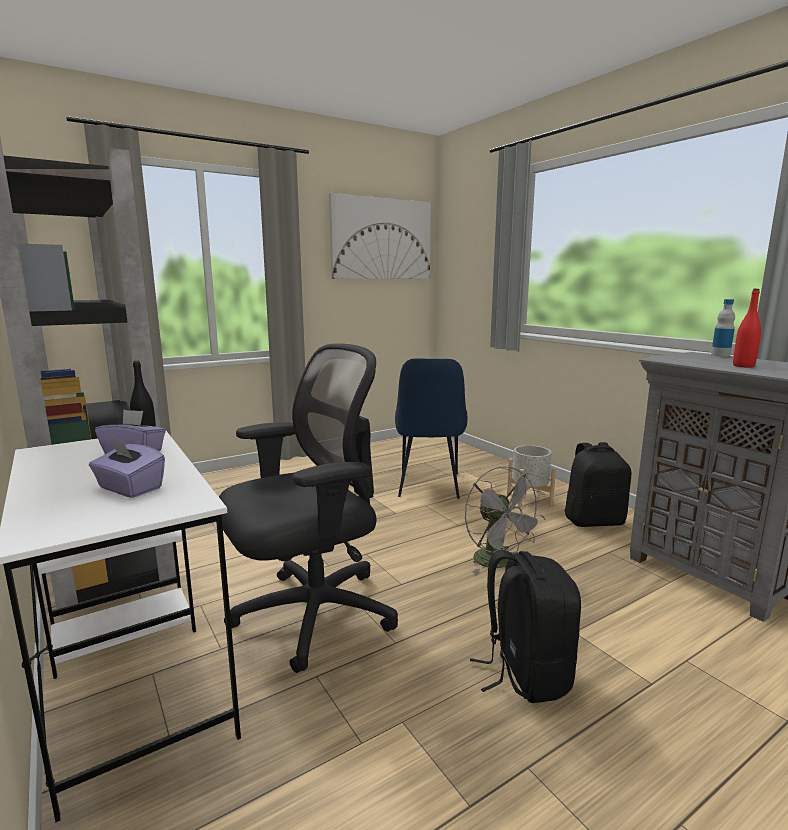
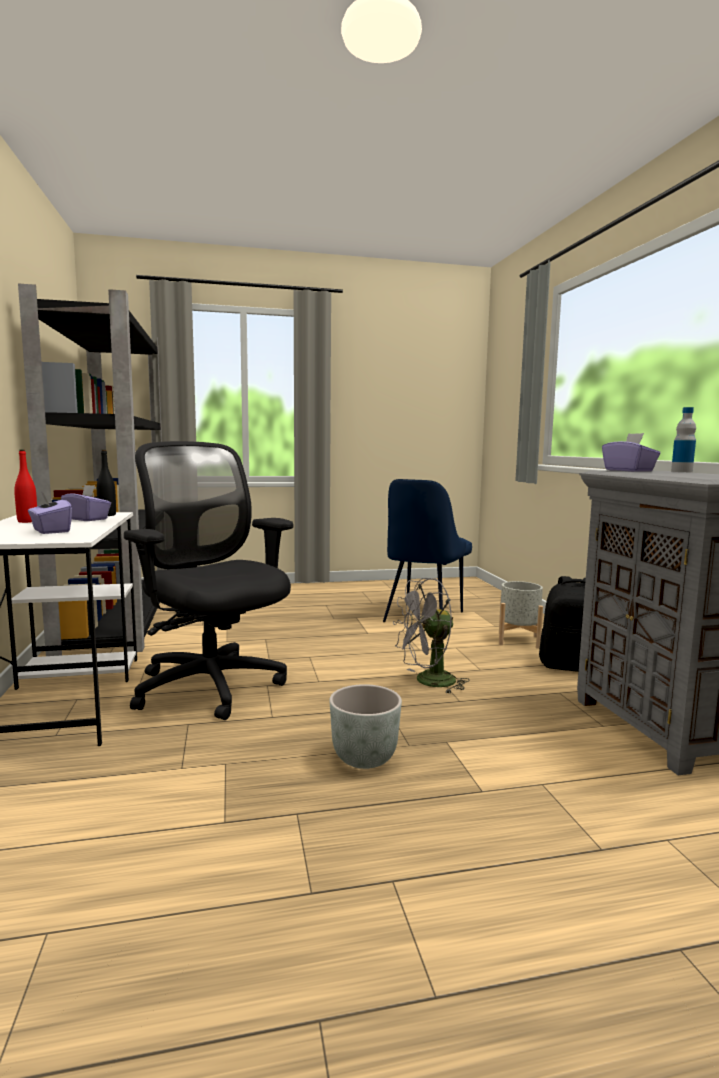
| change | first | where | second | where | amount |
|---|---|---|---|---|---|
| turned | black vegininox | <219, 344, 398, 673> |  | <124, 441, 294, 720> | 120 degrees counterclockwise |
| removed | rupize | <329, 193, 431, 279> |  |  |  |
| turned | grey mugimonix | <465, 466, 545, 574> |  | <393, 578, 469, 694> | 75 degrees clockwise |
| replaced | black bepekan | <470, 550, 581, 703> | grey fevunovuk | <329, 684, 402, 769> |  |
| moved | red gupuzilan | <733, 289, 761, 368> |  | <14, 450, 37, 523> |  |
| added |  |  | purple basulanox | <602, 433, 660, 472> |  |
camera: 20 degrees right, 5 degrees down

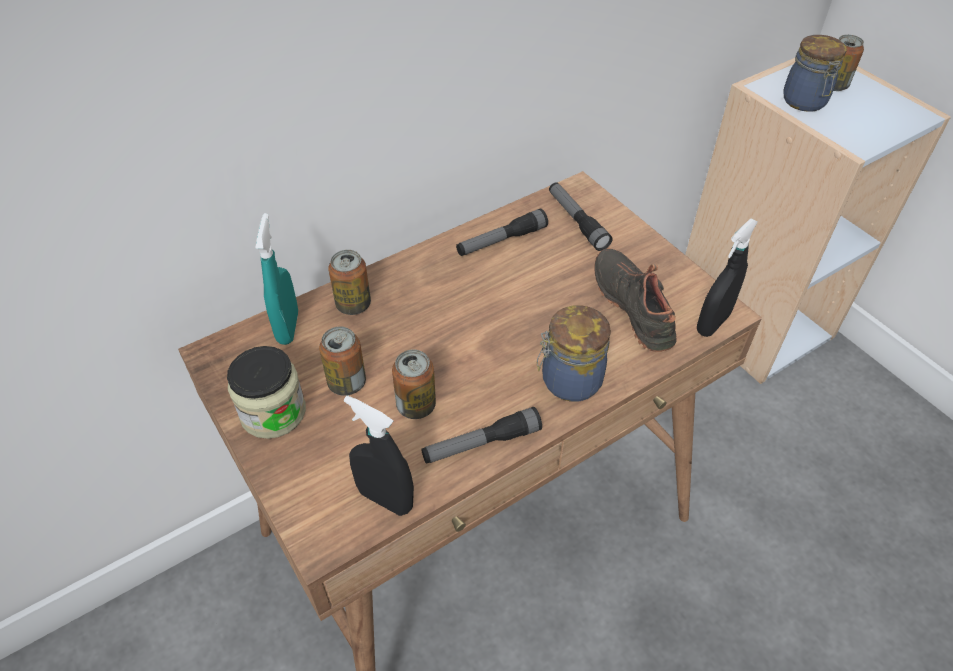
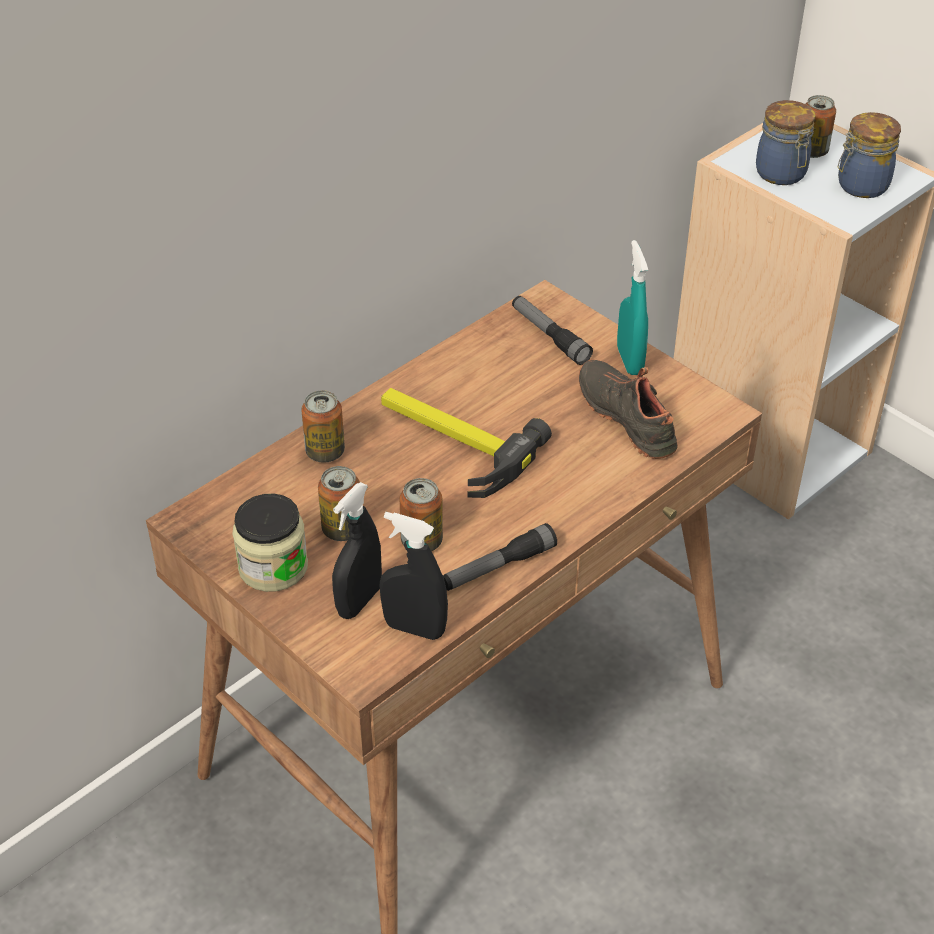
| change | first | where | second | where | amount |
|---|---|---|---|---|---|
| moved | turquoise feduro | <255, 213, 298, 345> |  | <617, 240, 648, 375> |  |
| removed | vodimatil | <456, 208, 548, 256> |  |  |  |
| moved | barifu | <537, 305, 611, 402> |  | <838, 112, 901, 198> |  |
| moved | black feduro | <697, 219, 758, 337> |  | <332, 482, 382, 619> |  |
| added |  |  | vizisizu | <381, 388, 552, 498> |  |
camera: 10 degrees left, 5 degrees down

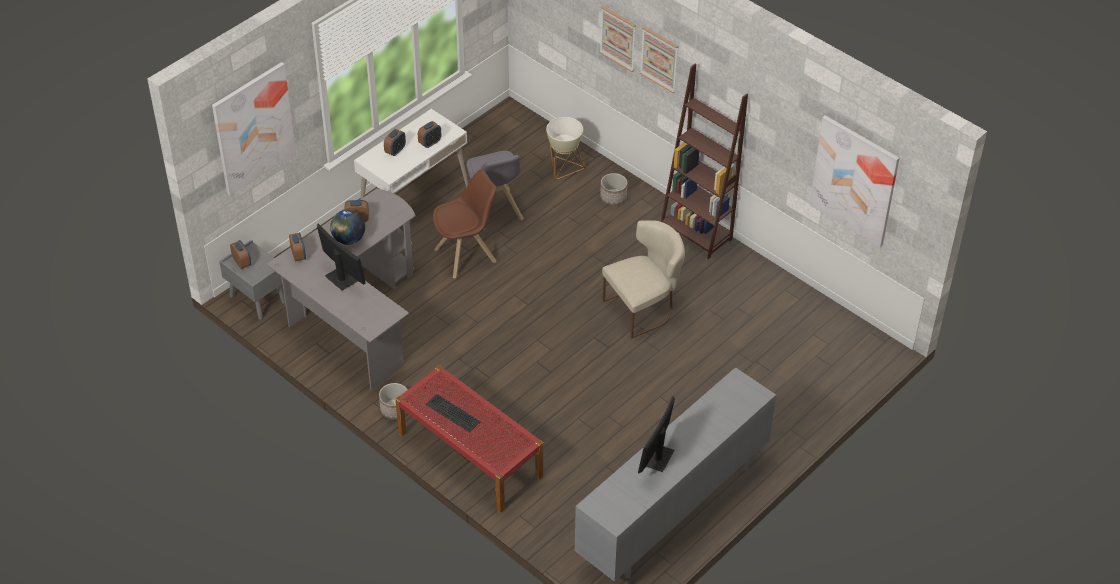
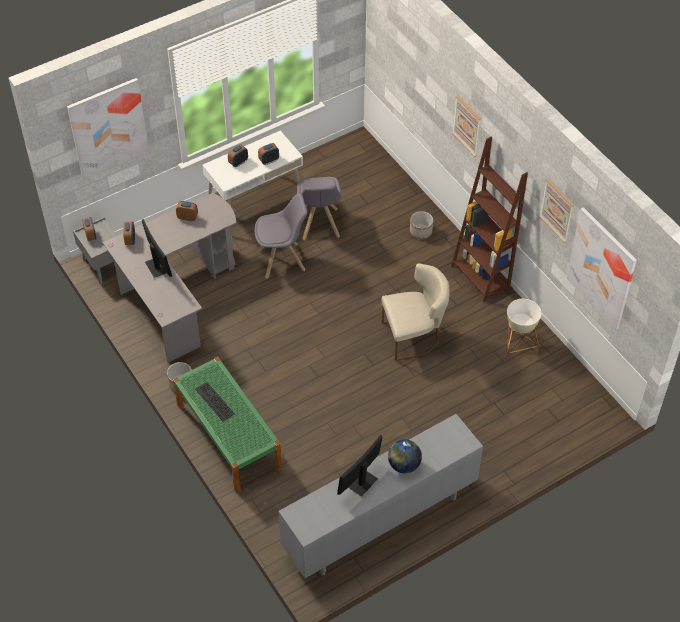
| change | first | where | second | where | amount |
|---|---|---|---|---|---|
| moved | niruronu | <330, 210, 365, 245> |  | <388, 439, 422, 473> |  |
| recoloured | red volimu | <396, 365, 544, 513> | green volimu | <173, 357, 282, 493> |  |
| recoloured | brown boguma | <433, 170, 497, 279> | grey boguma | <255, 193, 307, 279> |  |
| moved | fevunovuk | <546, 117, 585, 180> |  | <507, 299, 542, 353> |  |
| moved | rupize | <599, 6, 636, 72> |  | <539, 179, 574, 243> |  |
camera: 15 degrees right, 5 degrees up

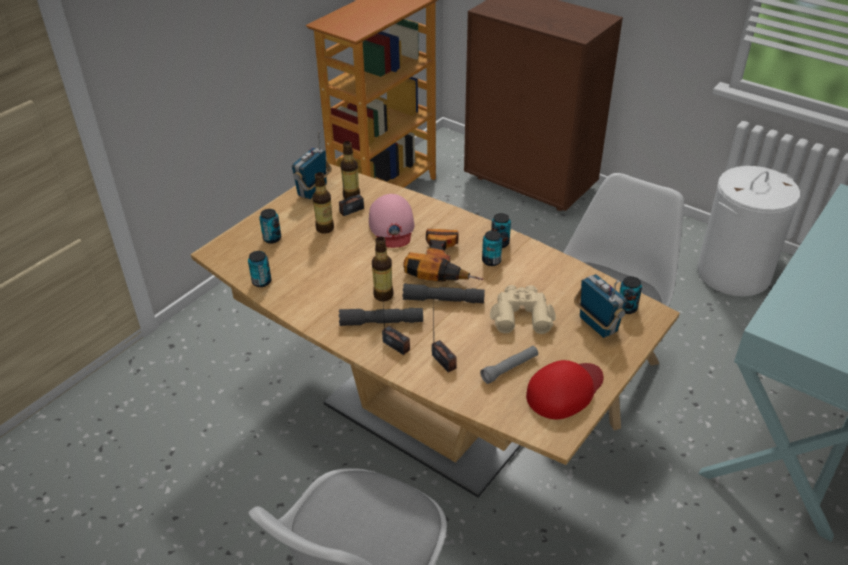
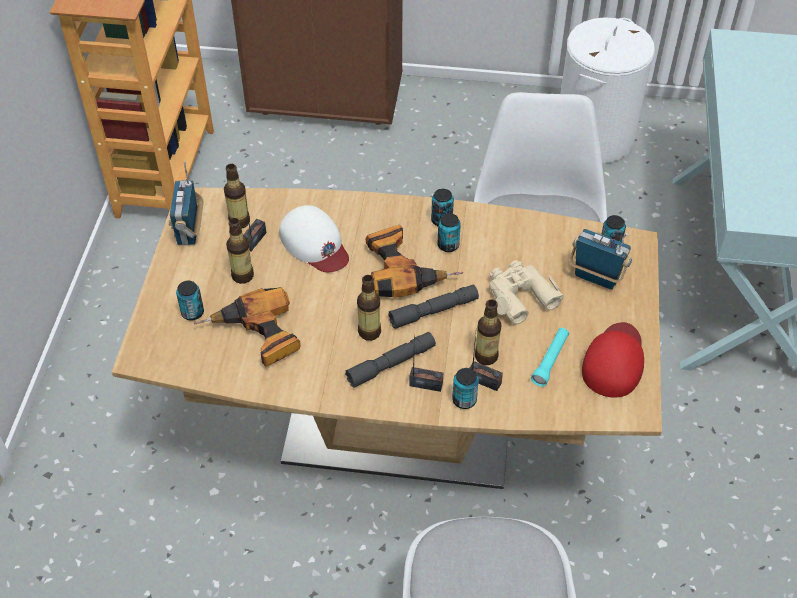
| change | first | where | second | where | amount |
|---|---|---|---|---|---|
| moved | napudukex | <248, 251, 272, 287> |  | <452, 368, 479, 409> |  |
| recoloured | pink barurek | <369, 194, 414, 248> | white barurek | <279, 205, 349, 272> |  |
| recoloured | grey vodimatil | <480, 346, 538, 384> | turquoise vodimatil | <531, 328, 569, 387> |  |
| added |  |  | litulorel | <194, 287, 301, 367> |  |
| added |  |  | gupuzilan | <475, 299, 501, 365> |  |
camera: 30 degrees left, 10 degrees up

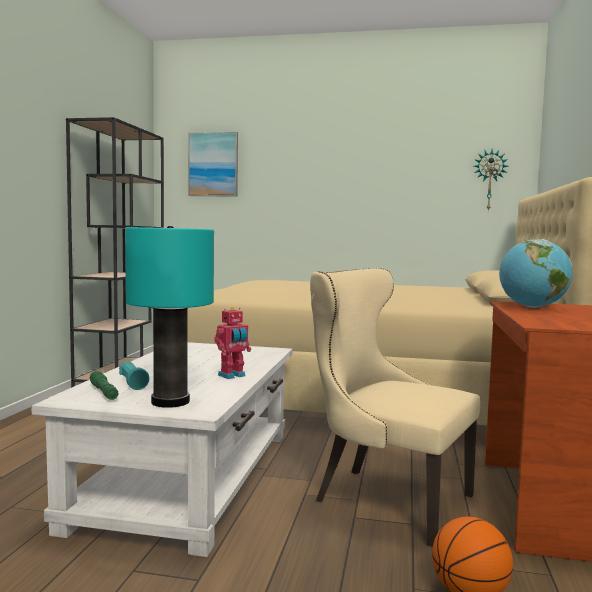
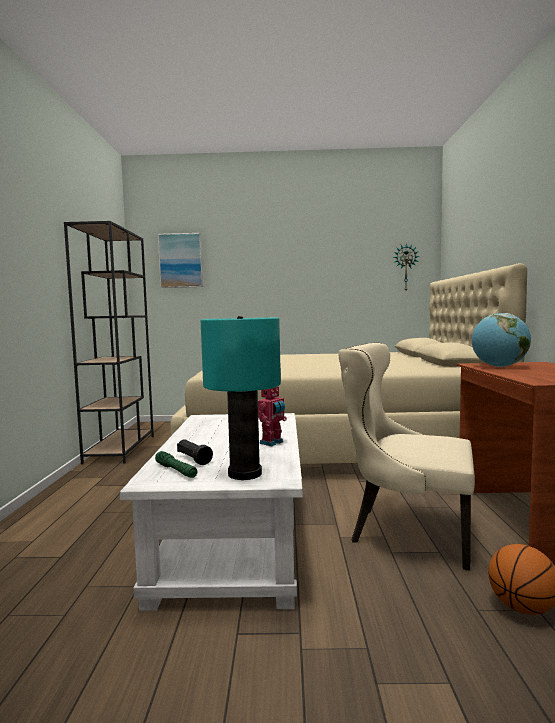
| change | first | where | second | where | amount |
|---|---|---|---|---|---|
| recoloured | turquoise vodimatil | <119, 362, 149, 390> | black vodimatil | <177, 439, 213, 465> |  |
camera: 10 degrees left, 0 degrees up

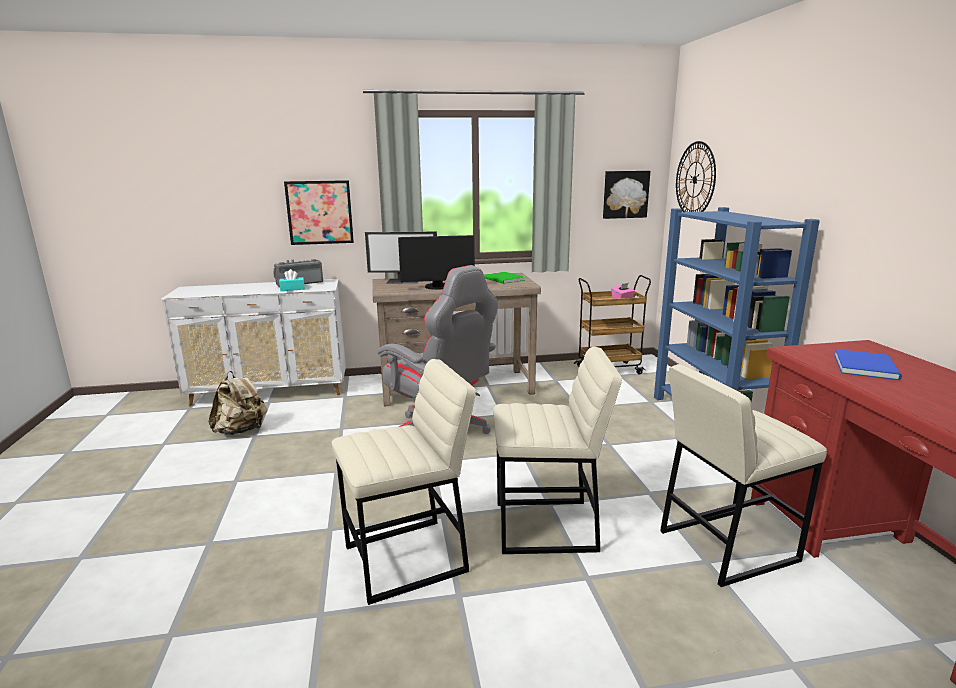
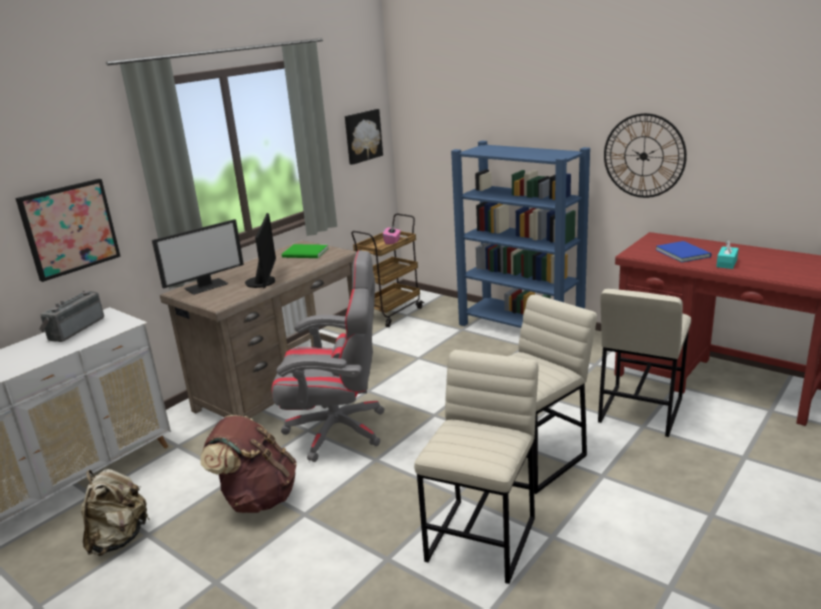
| change | first | where | second | where | amount |
|---|---|---|---|---|---|
| moved | turquoise basulanox | <279, 269, 305, 291> |  | <716, 240, 739, 269> |  |
| turned | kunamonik | <398, 235, 475, 290> |  | <245, 213, 276, 289> | 45 degrees counterclockwise |
| moved | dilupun | <676, 141, 716, 212> |  | <604, 113, 687, 198> |  |
| added |  |  | brown bepekan | <200, 415, 297, 513> |  |
camera: 40 degrees left, 5 degrees up

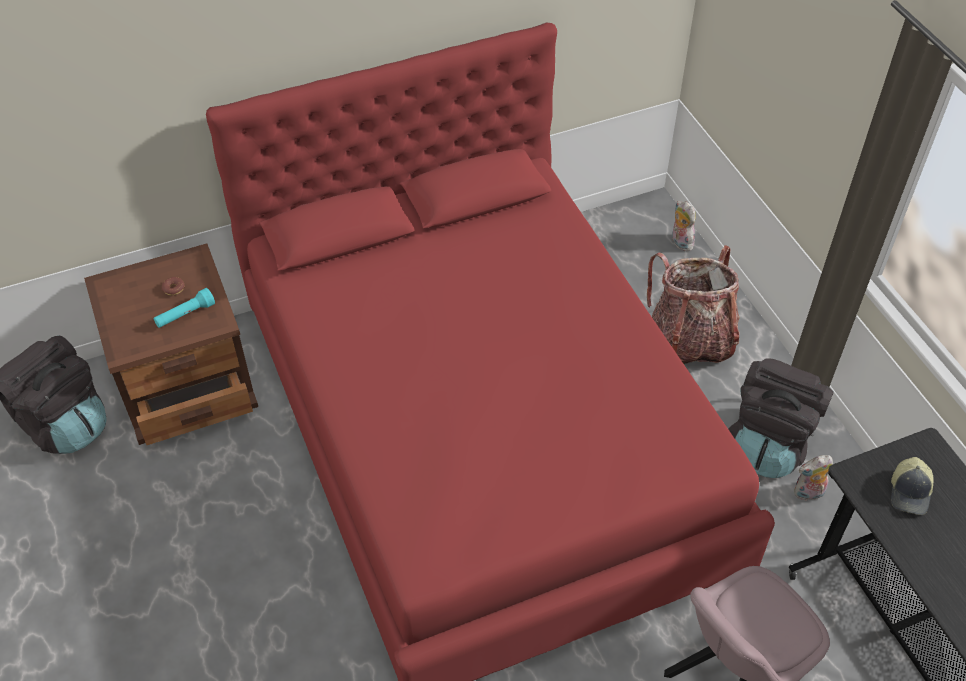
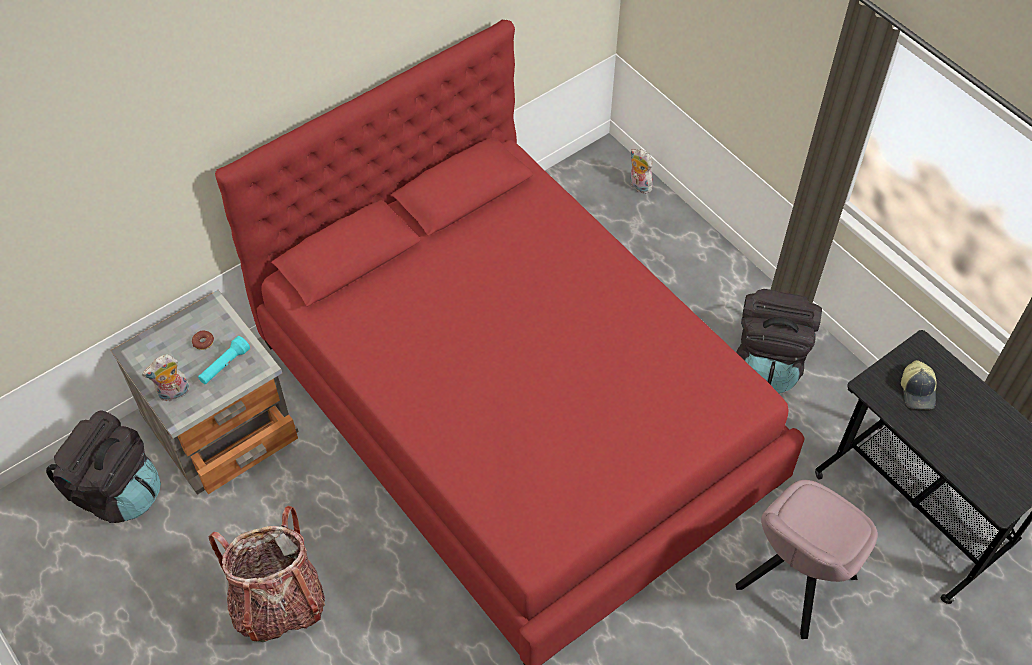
| change | first | where | second | where | amount |
|---|---|---|---|---|---|
| recoloured | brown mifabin | <84, 243, 258, 445> | grey mifabin | <111, 290, 299, 495> |  |
| moved | bepekan | <647, 245, 740, 364> |  | <209, 506, 325, 642> |  |
| moved | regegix | <794, 455, 833, 501> |  | <142, 354, 189, 401> |  |
camera: 15 degrees left, 5 degrees up

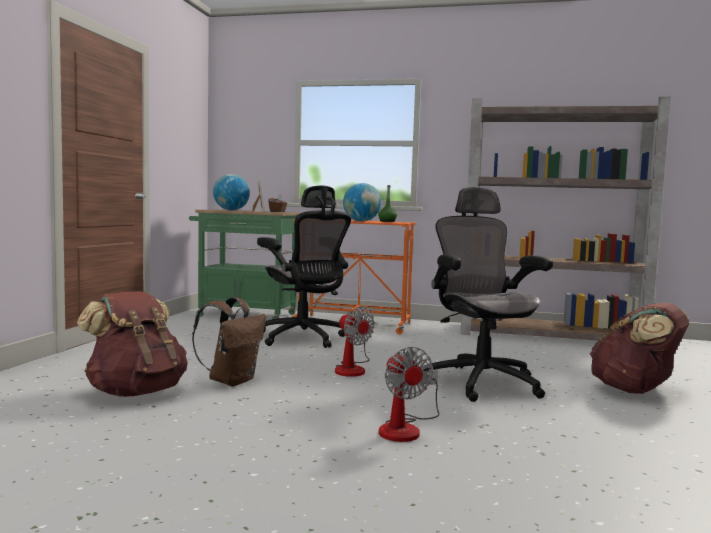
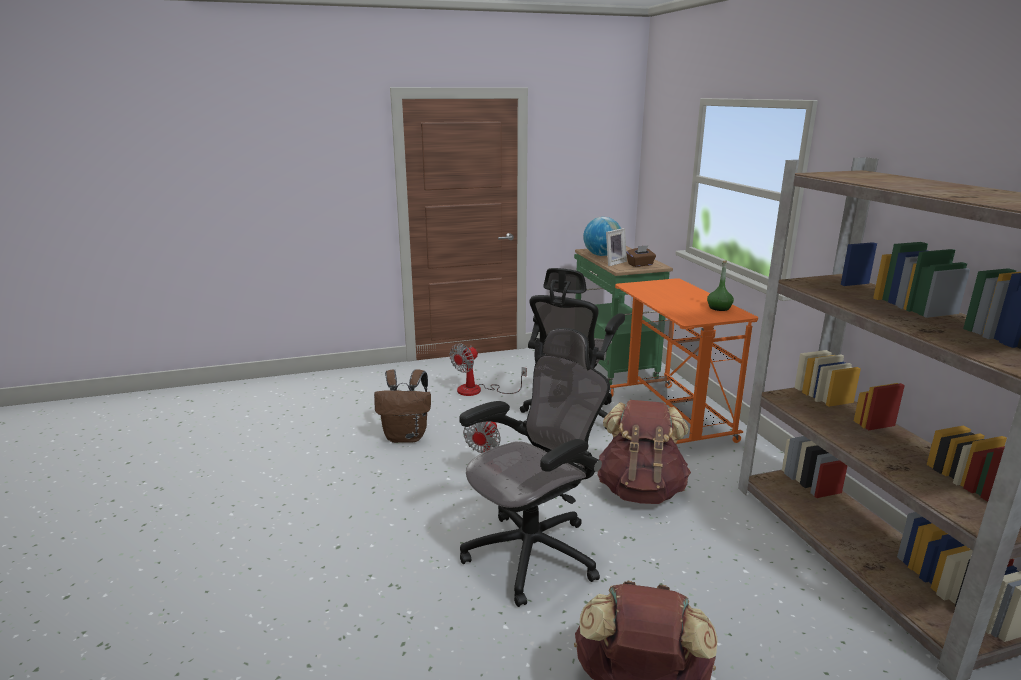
| change | first | where | second | where | amount |
|---|---|---|---|---|---|
| moved | brown bepekan | <77, 291, 188, 397> |  | <598, 400, 691, 504> |  |
| removed | niruronu | <343, 183, 381, 222> |  |  |  |
| moved | mugimonix | <379, 347, 439, 442> |  | <450, 343, 527, 396> |  |
camera: 60 degrees right, 15 degrees up

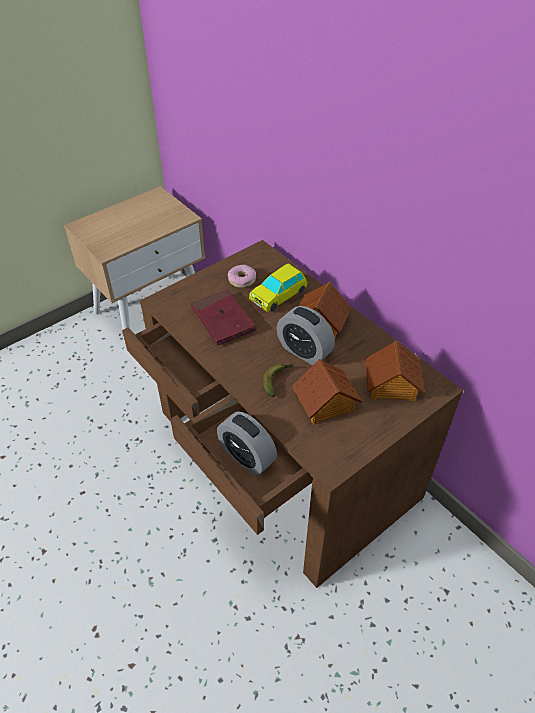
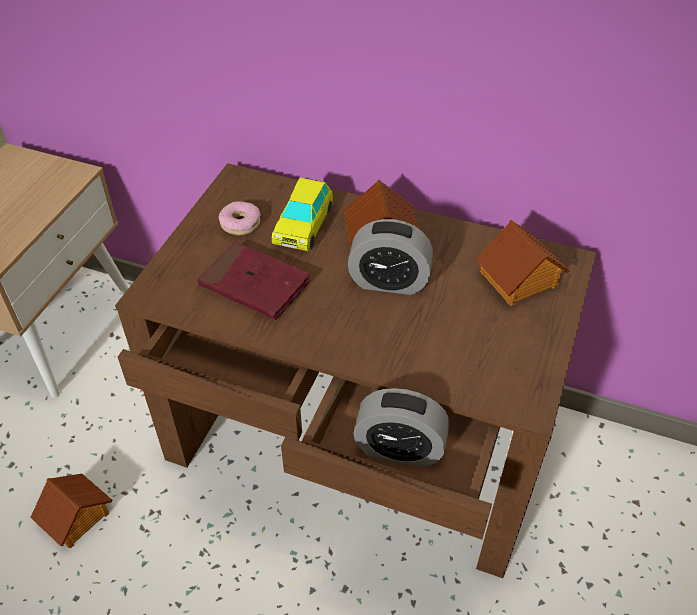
| change | first | where | second | where | amount |
|---|---|---|---|---|---|
| removed | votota | <263, 363, 293, 397> |  |  |  |
| moved | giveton | <292, 359, 362, 425> |  | <30, 474, 112, 549> |  |
camera: 30 degrees left, 0 degrees up

